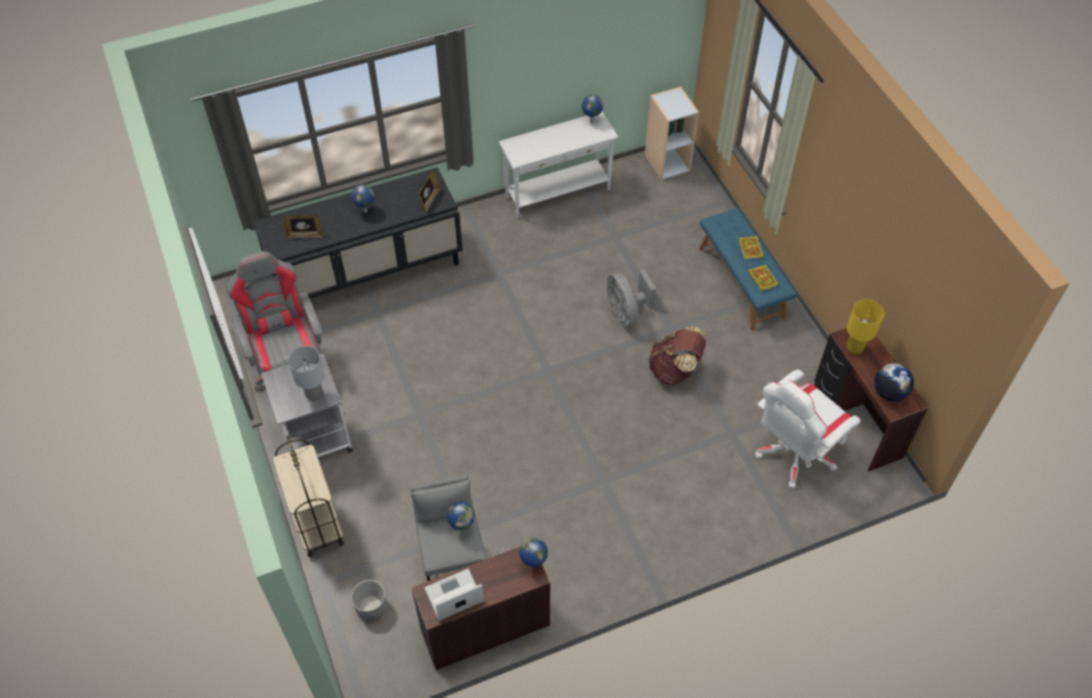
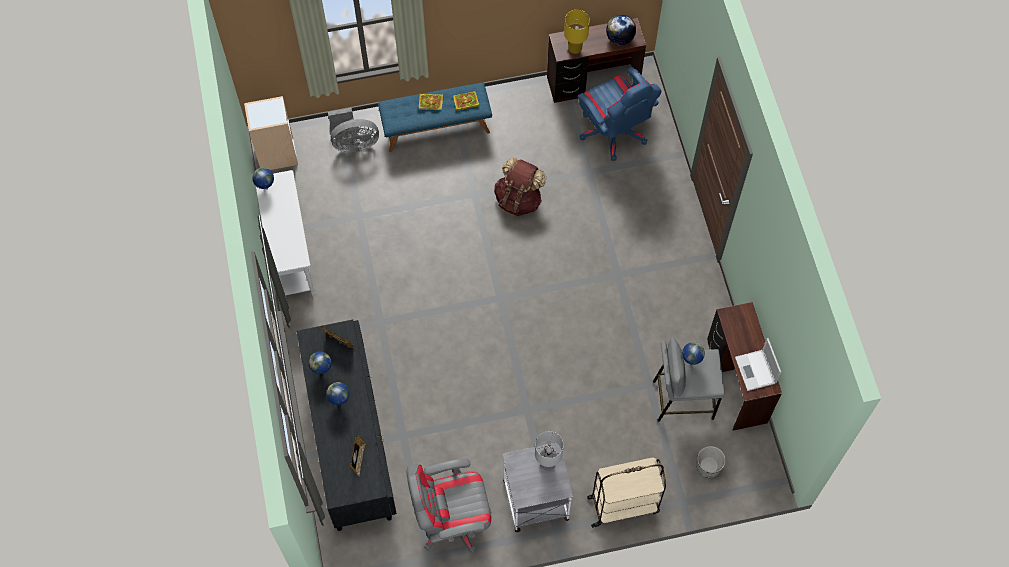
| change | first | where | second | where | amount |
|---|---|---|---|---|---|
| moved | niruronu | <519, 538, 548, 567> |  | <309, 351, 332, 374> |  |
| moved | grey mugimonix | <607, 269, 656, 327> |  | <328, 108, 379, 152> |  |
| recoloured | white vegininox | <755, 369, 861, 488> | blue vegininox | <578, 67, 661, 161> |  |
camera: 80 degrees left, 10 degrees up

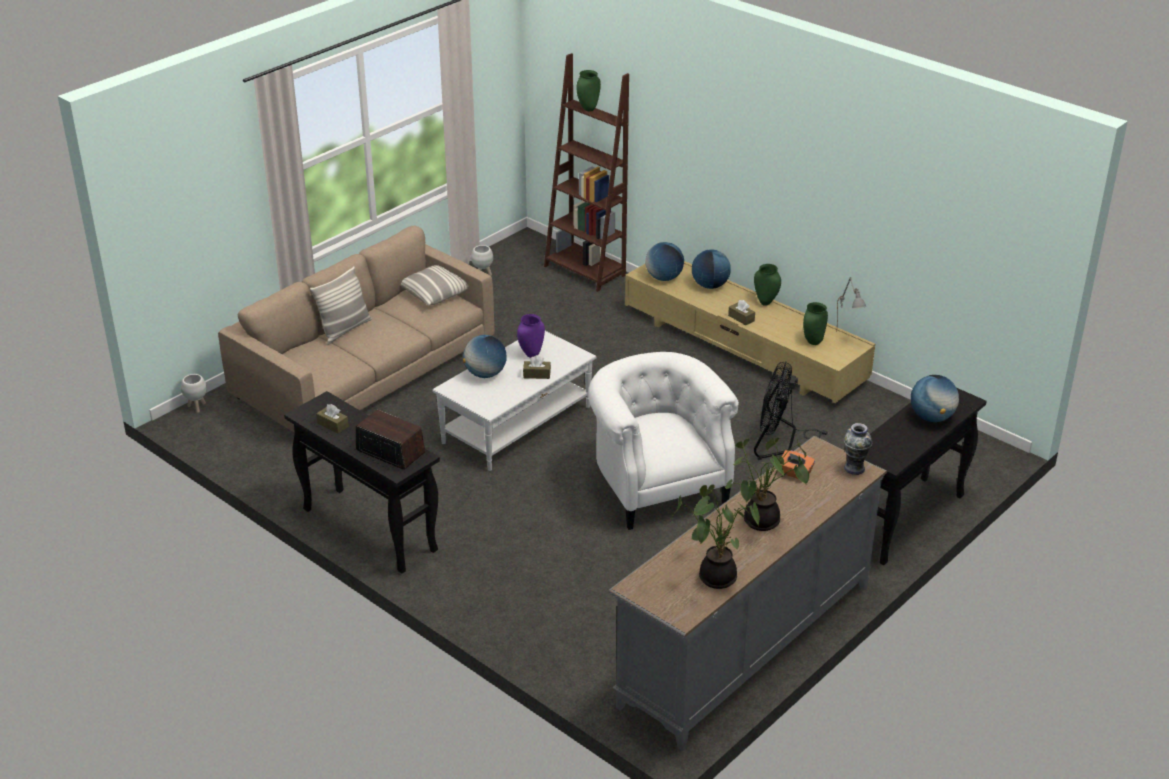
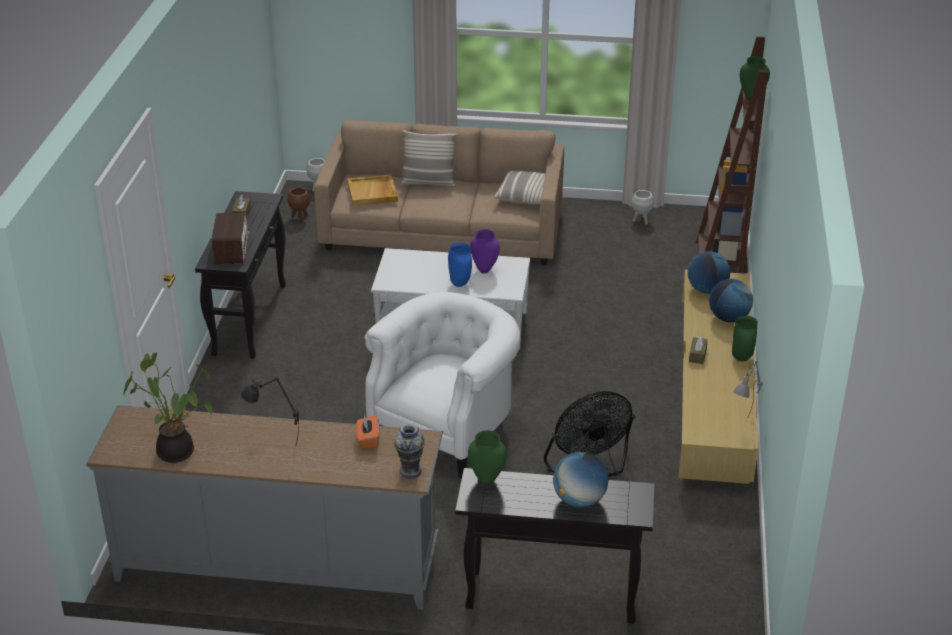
| change | first | where | second | where | amount |
|---|---|---|---|---|---|
| removed | niruronu | <463, 335, 507, 378> |  |  |  |
| replaced | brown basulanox | <523, 355, 551, 379> | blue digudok | <448, 243, 472, 287> |  |
| replaced | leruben | <725, 438, 809, 531> | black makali | <241, 377, 299, 447> |  |
| moved | green digudok | <803, 302, 828, 345> |  | <468, 430, 507, 485> |  |
| added |  |  | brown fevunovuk | <288, 187, 310, 222> |  |
| added |  |  | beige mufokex | <347, 174, 398, 206> |  |
camera: 55 degrees right, 0 degrees up

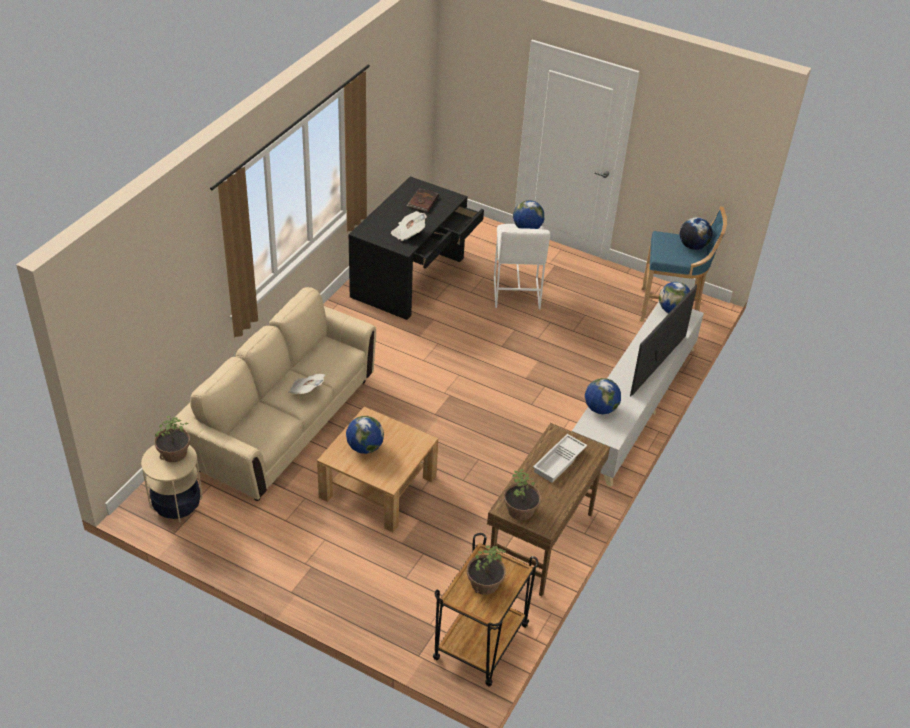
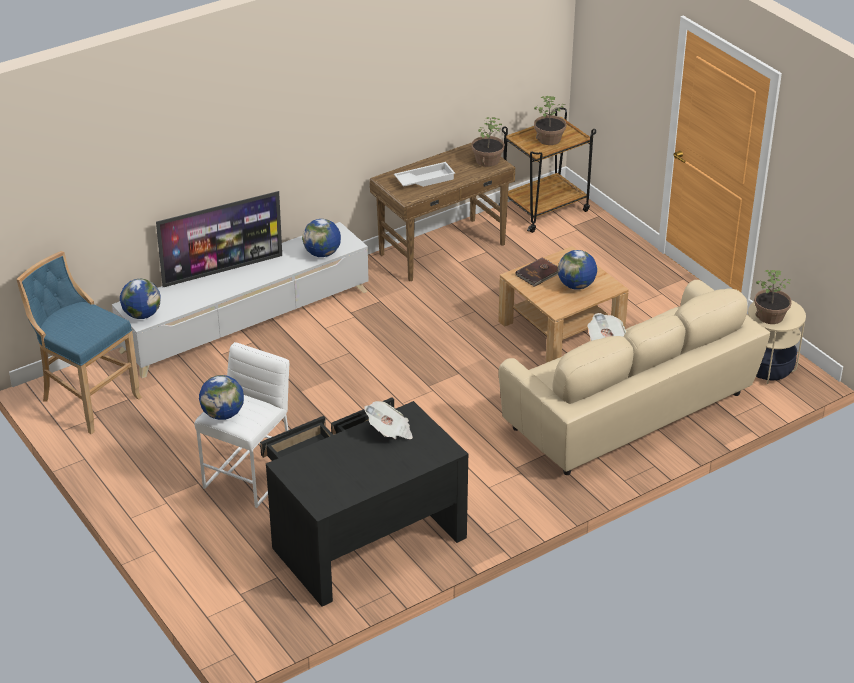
| change | first | where | second | where | amount |
|---|---|---|---|---|---|
| moved | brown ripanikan | <406, 188, 439, 212> |  | <516, 257, 558, 287> |  |
| removed | niruronu | <680, 217, 713, 250> |  |  |  |
camera: 150 degrees left, 5 degrees down

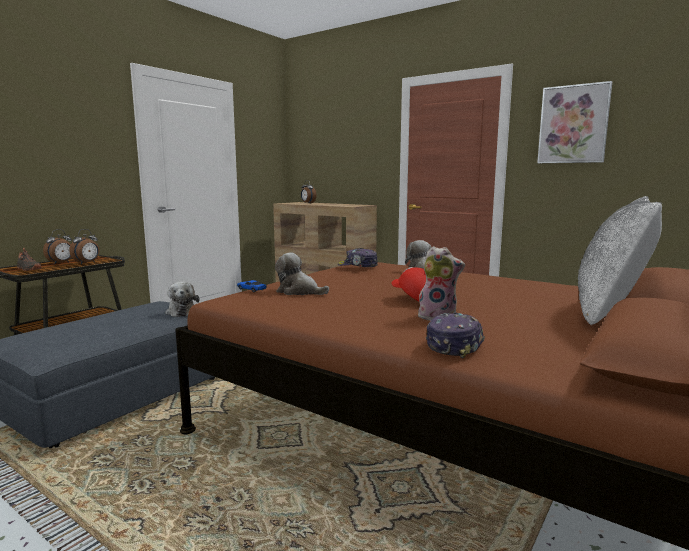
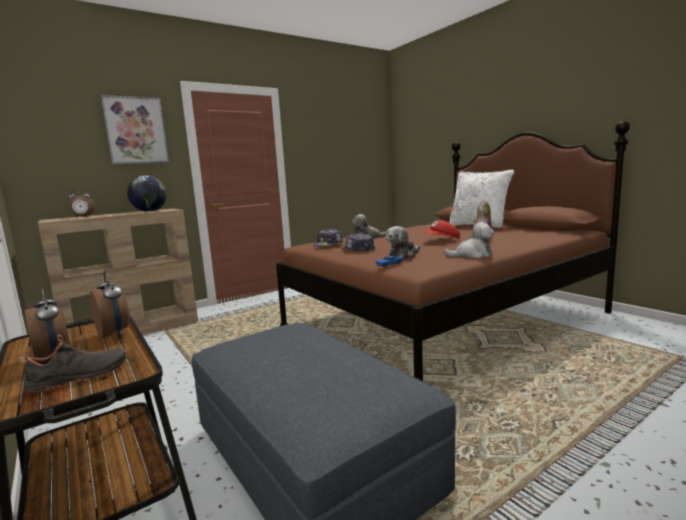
| change | first | where | second | where | amount |
|---|---|---|---|---|---|
| moved | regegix | <165, 281, 199, 317> |  | <444, 222, 494, 258> |  |
| moved | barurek | <426, 312, 485, 358> |  | <342, 233, 375, 251> |  |
| moved | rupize | <537, 81, 612, 163> |  | <101, 95, 169, 164> |  |
| added |  |  | niruronu | <127, 175, 167, 212> |  |
camera: 70 degrees left, 0 degrees up

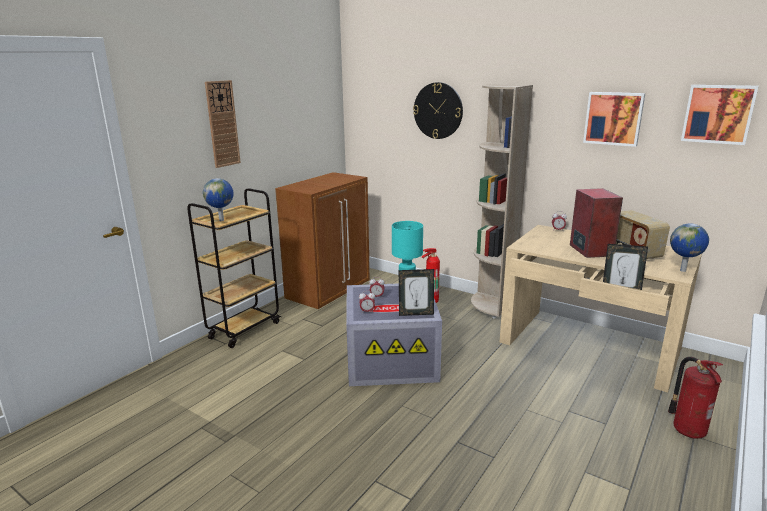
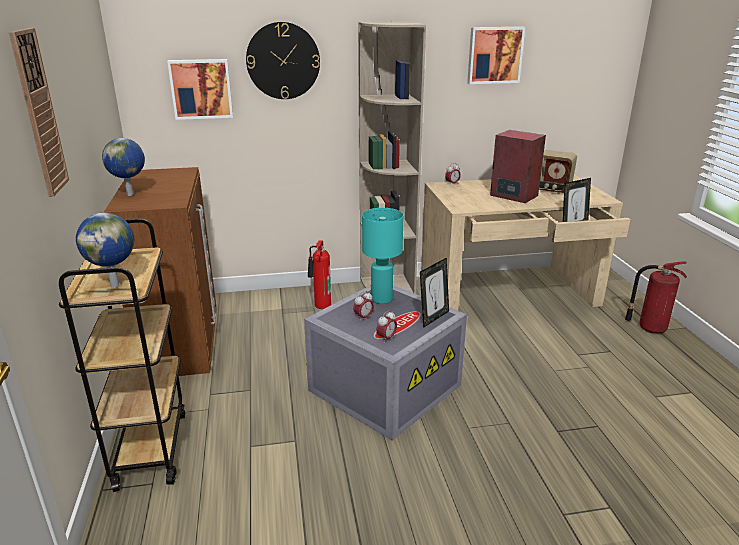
| change | first | where | second | where | amount |
|---|---|---|---|---|---|
| moved | niruronu | <670, 223, 709, 272> |  | <102, 138, 145, 196> |  |
| moved | rupize | <681, 85, 759, 145> |  | <167, 59, 233, 120> |  |
camera: 45 degrees left, 5 degrees up

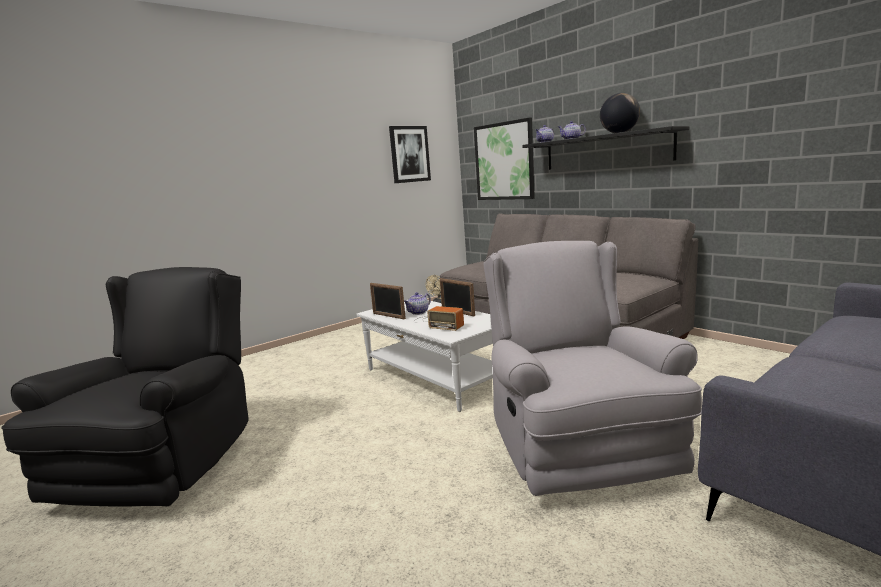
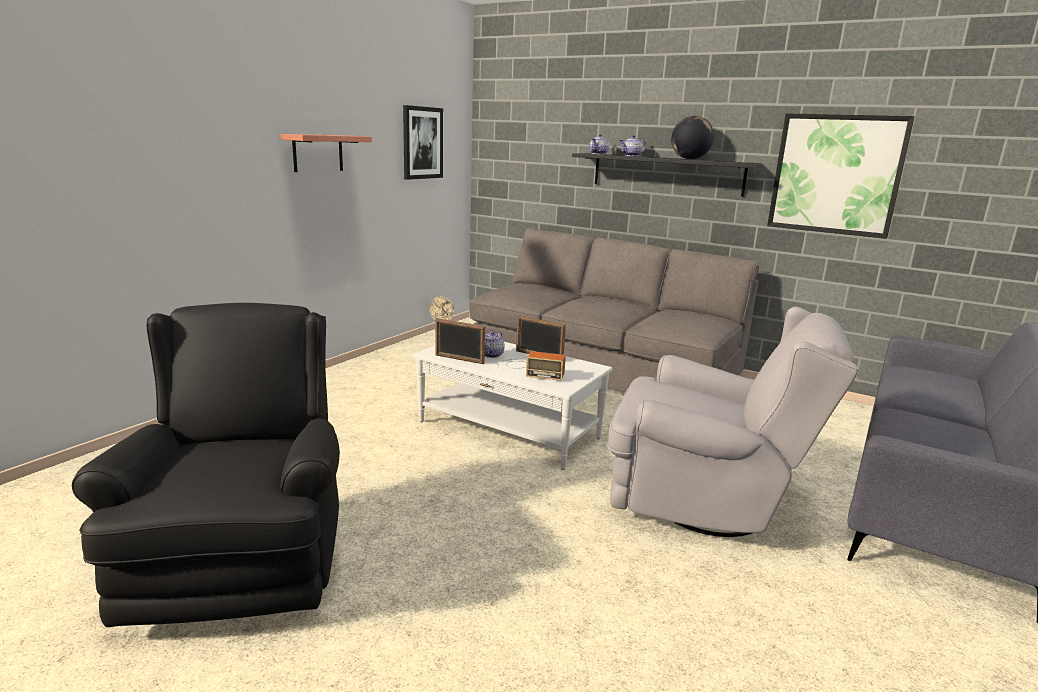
| change | first | where | second | where | amount |
|---|---|---|---|---|---|
| moved | rupize | <474, 117, 535, 200> |  | <767, 113, 915, 239> |  |
| turned | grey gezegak | <483, 241, 702, 496> |  | <607, 306, 859, 537> | 135 degrees clockwise |
| added |  |  | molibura | <280, 134, 372, 172> |  |
camera: 20 degrees left, 5 degrees up

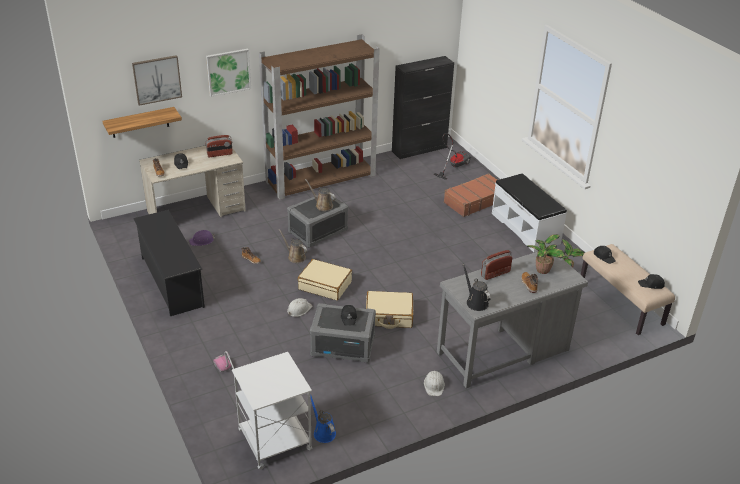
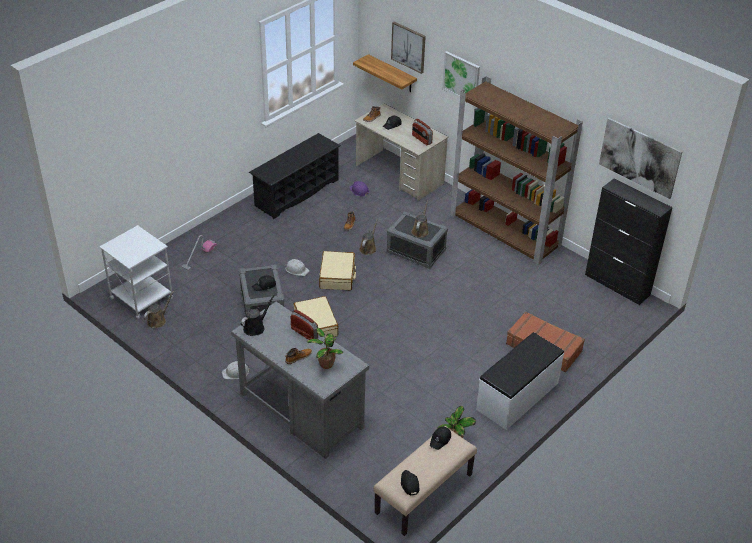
| change | first | where | second | where | amount |
|---|---|---|---|---|---|
| recoloured | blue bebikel | <310, 394, 336, 443> | brown bebikel | <143, 291, 174, 328> |  |
| removed | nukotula | <433, 133, 471, 180> |  |  |  |
| added |  |  | rupize | <599, 118, 682, 199> |  |
camera: 70 degrees right, 5 degrees up

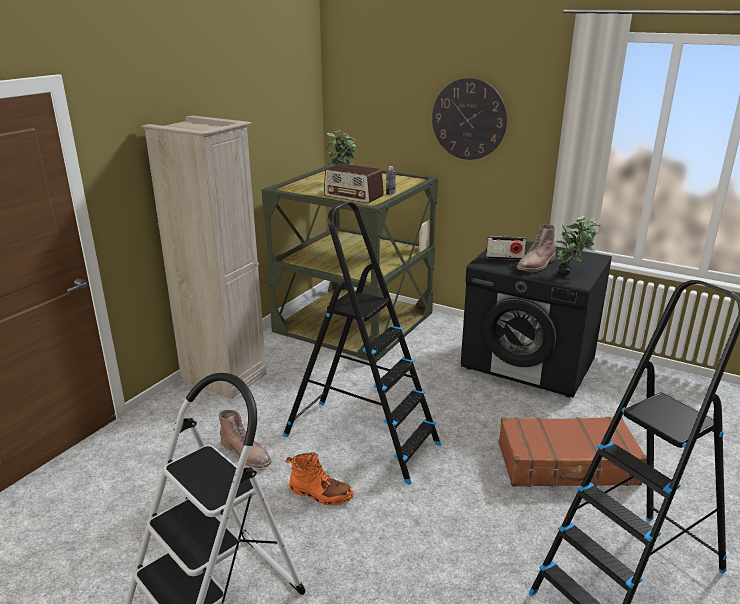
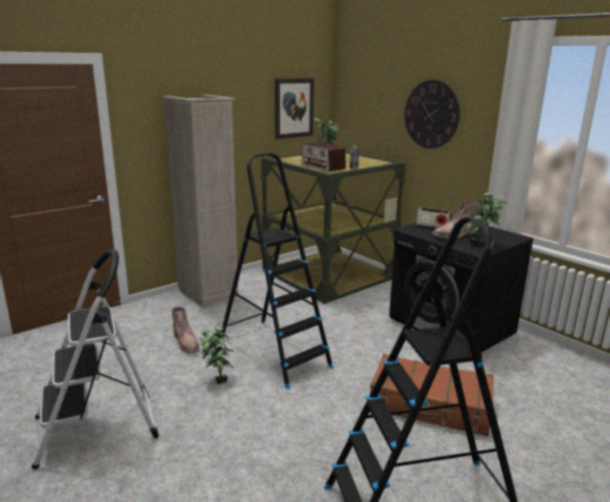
| change | first | where | second | where | amount |
|---|---|---|---|---|---|
| replaced | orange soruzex | <286, 452, 354, 506> | leruben | <199, 320, 234, 384> |  |
| added |  |  | rupize | <275, 78, 314, 139> |  |
camera: 20 degrees right, 5 degrees down

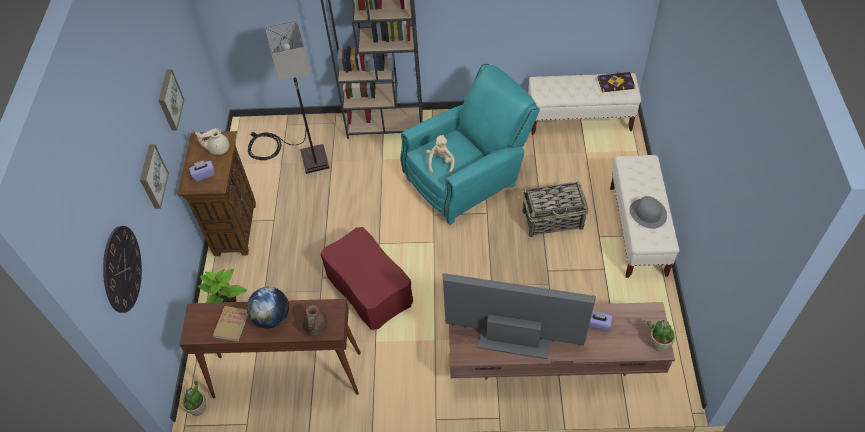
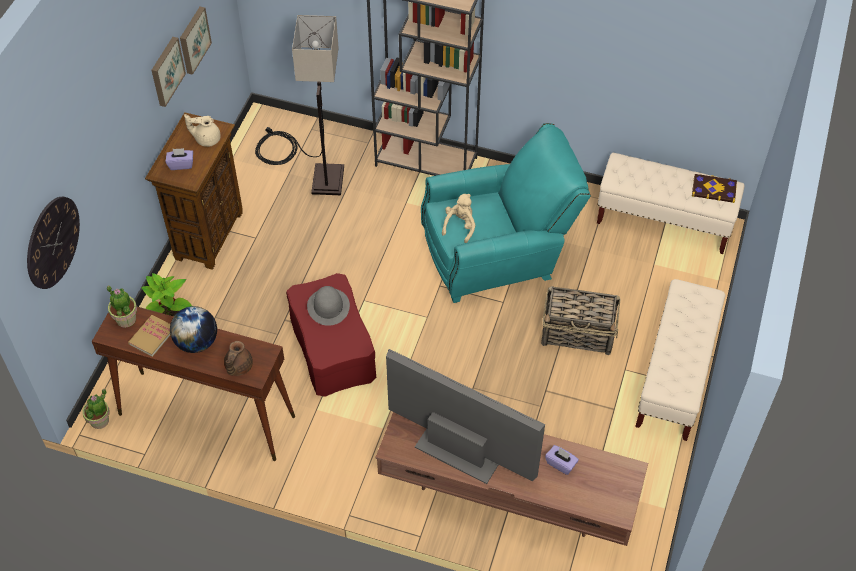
| change | first | where | second | where | amount |
|---|---|---|---|---|---|
| moved | rupize | <140, 144, 169, 209> |  | <180, 6, 212, 75> |  |
| moved | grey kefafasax | <630, 196, 667, 229> |  | <307, 286, 350, 326> |  |
| moved | leruben | <647, 319, 676, 351> |  | <107, 285, 137, 328> |  |
camera: 15 degrees right, 0 degrees up

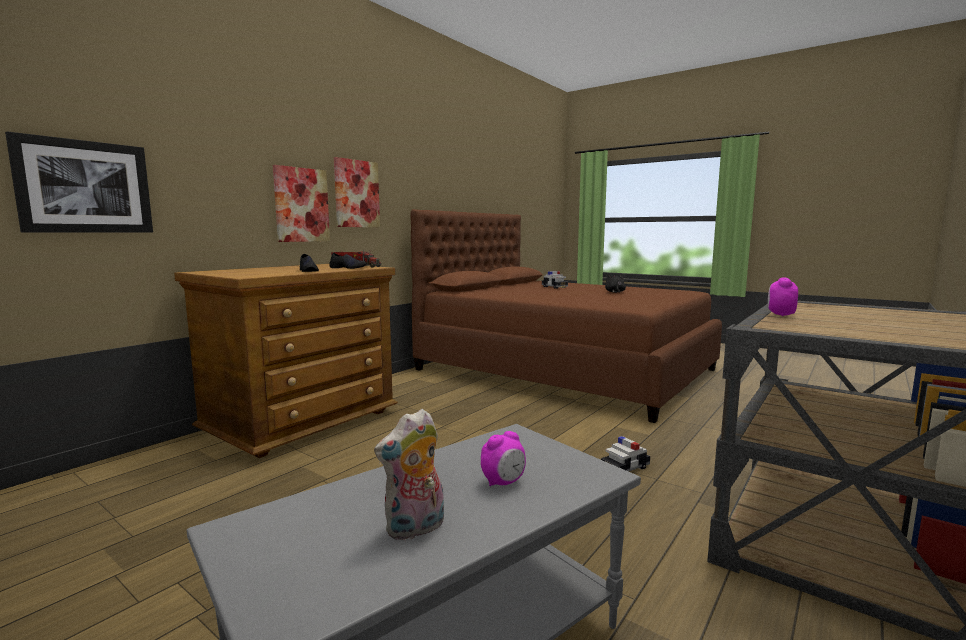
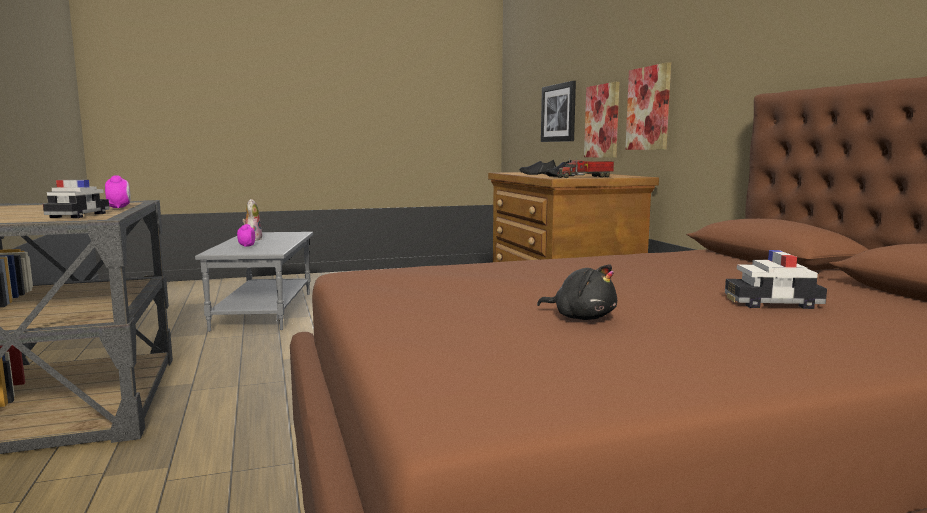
| change | first | where | second | where | amount |
|---|---|---|---|---|---|
| moved | rupize | <334, 157, 380, 227> |  | <584, 82, 620, 158> |  |
| moved | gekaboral | <601, 436, 650, 472> |  | <43, 180, 110, 218> |  |
camera: 125 degrees right, 0 degrees up

